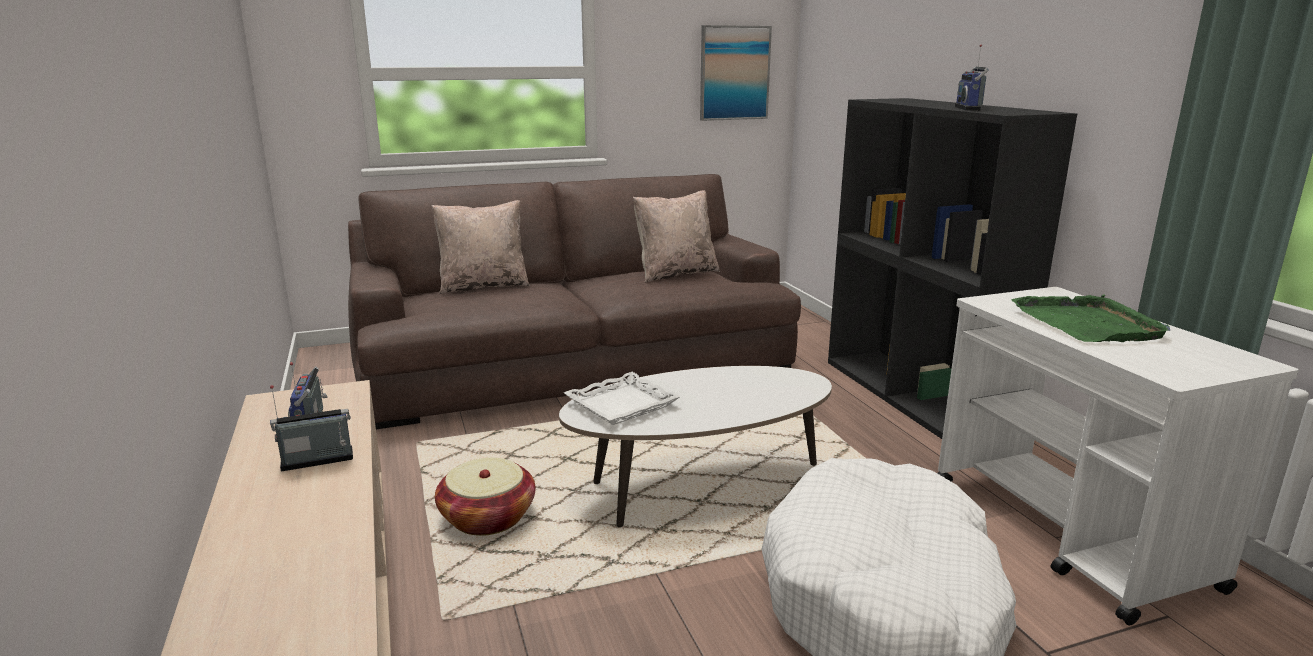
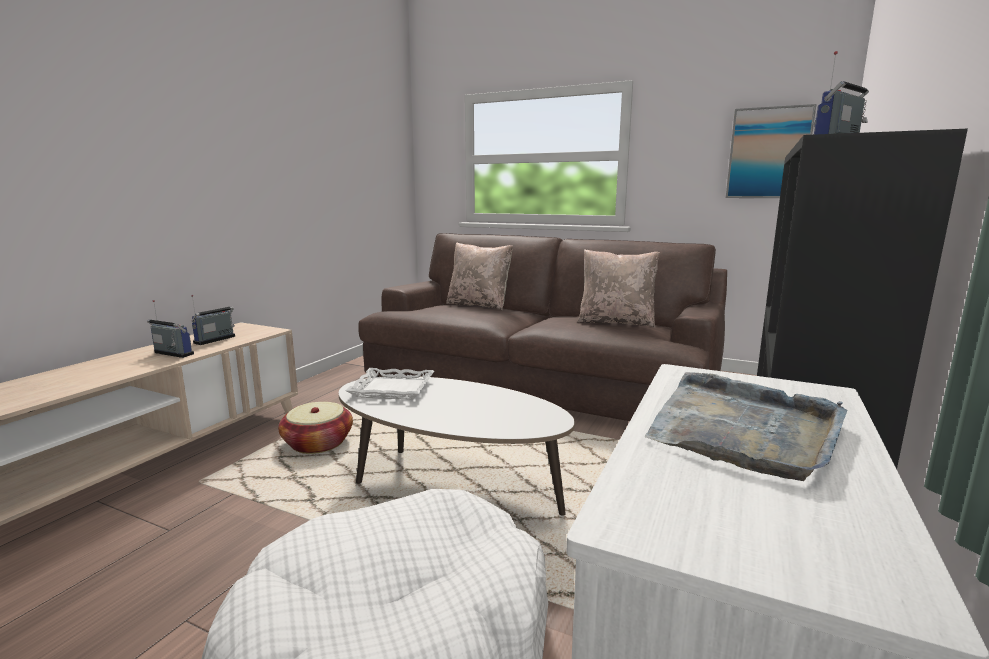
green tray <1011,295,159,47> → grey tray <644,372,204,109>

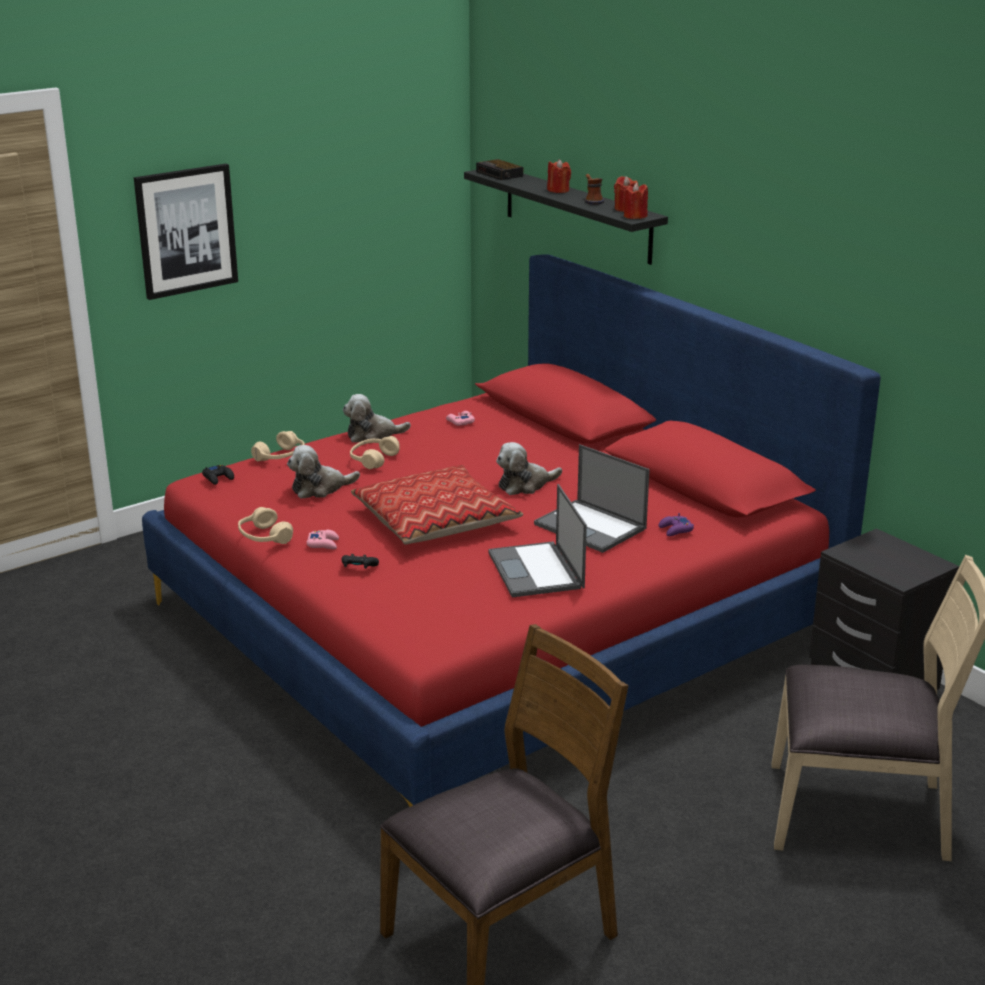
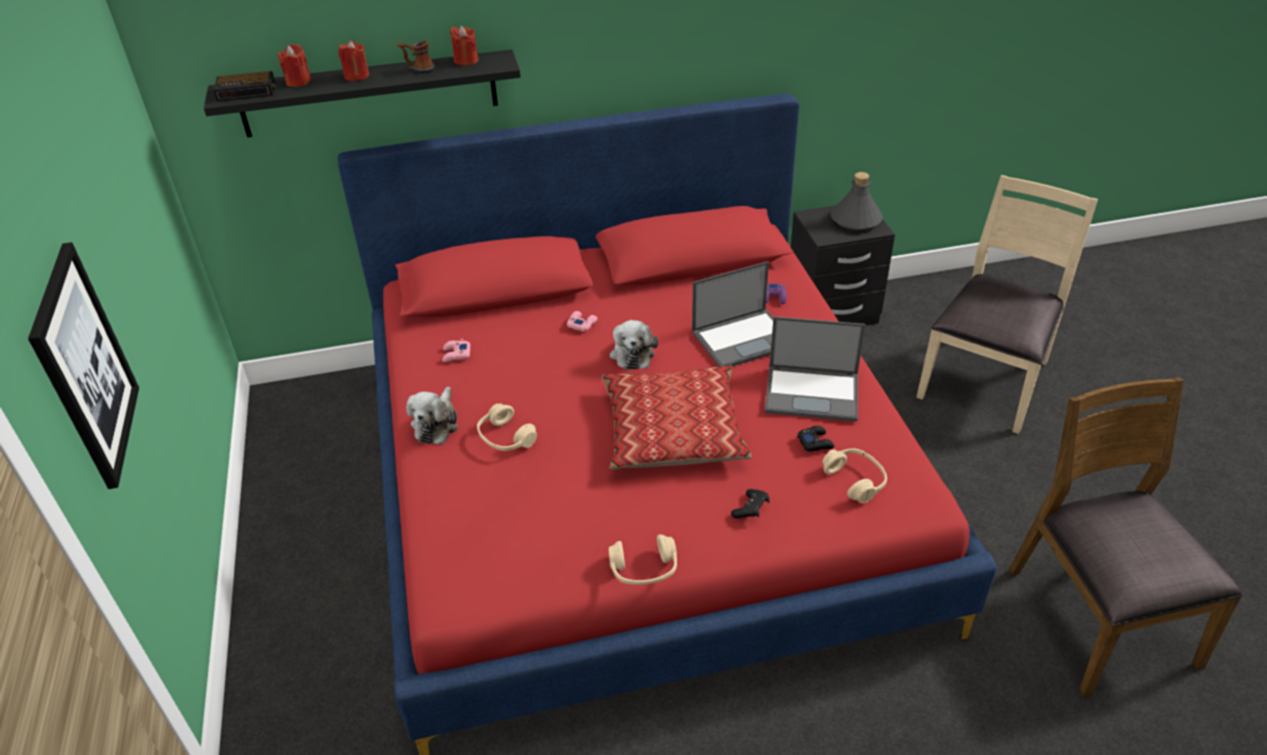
plush toy <287,445,73,54> → -
- → grey bottle <831,172,52,59>
black game controller <202,465,32,20> → black game controller <797,426,37,26>, move
beige headphones <251,431,54,30> → beige headphones <822,448,65,55>, move
pink game controller <307,530,32,19> → pink game controller <567,311,31,20>, move
red candle <623,183,25,36> → red candle <278,44,33,43>, move

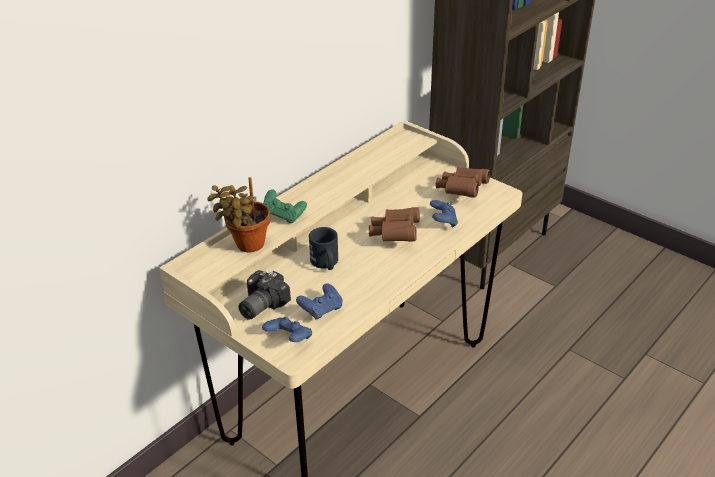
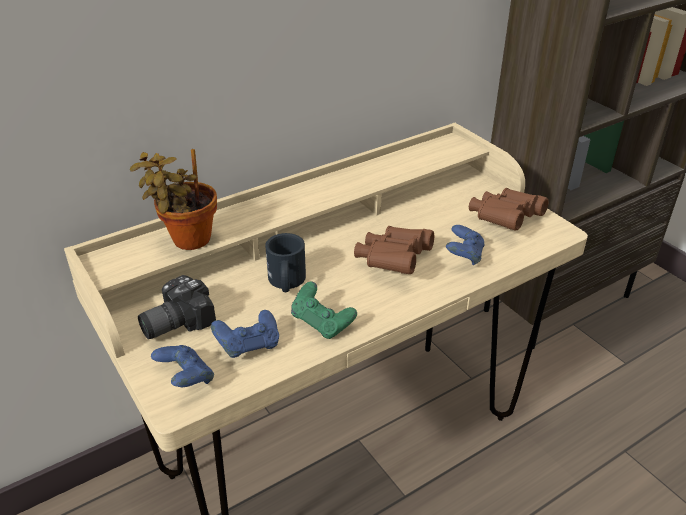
green game controller <263,189,44,34> → green game controller <291,281,66,58>, move

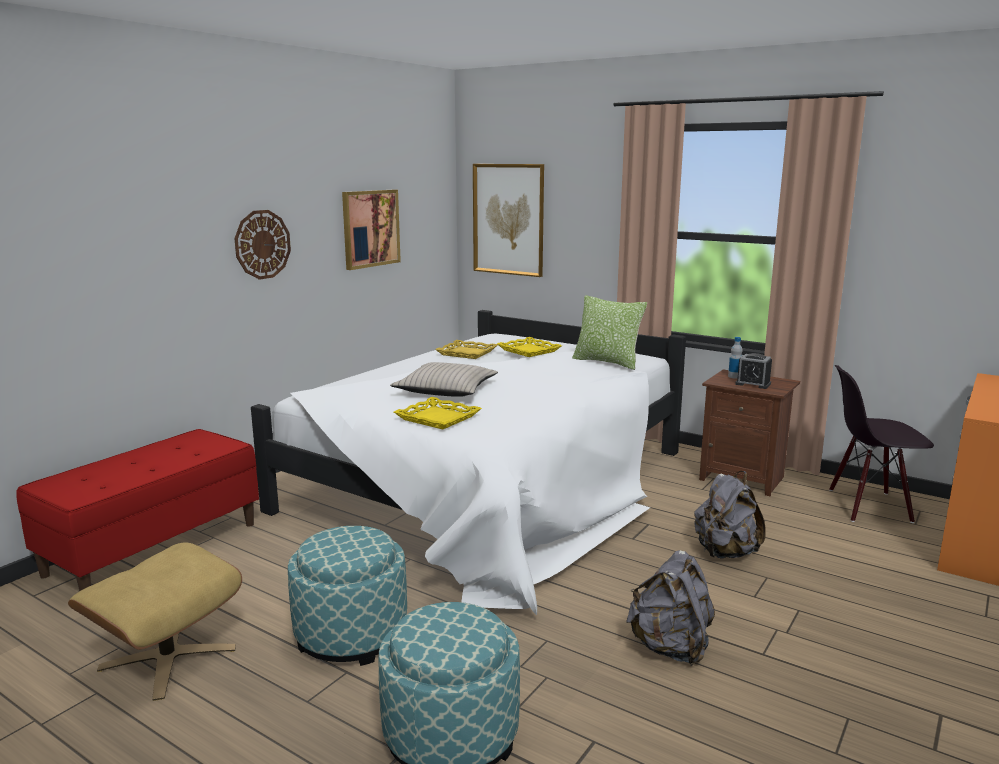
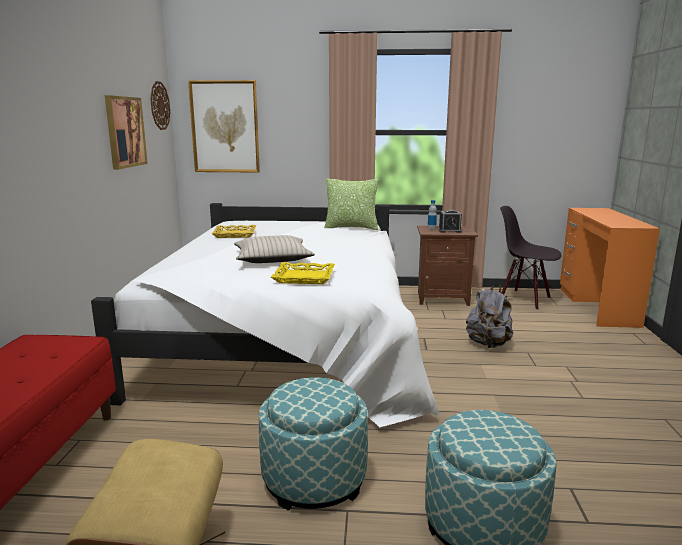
yellow tray <497,337,65,20> → -
grey backpack <626,550,89,116> → -
wall clock <234,210,57,70> → wall clock <150,81,20,49>, move
black chair <829,365,105,158> → black chair <500,206,62,104>, 60 degrees clockwise

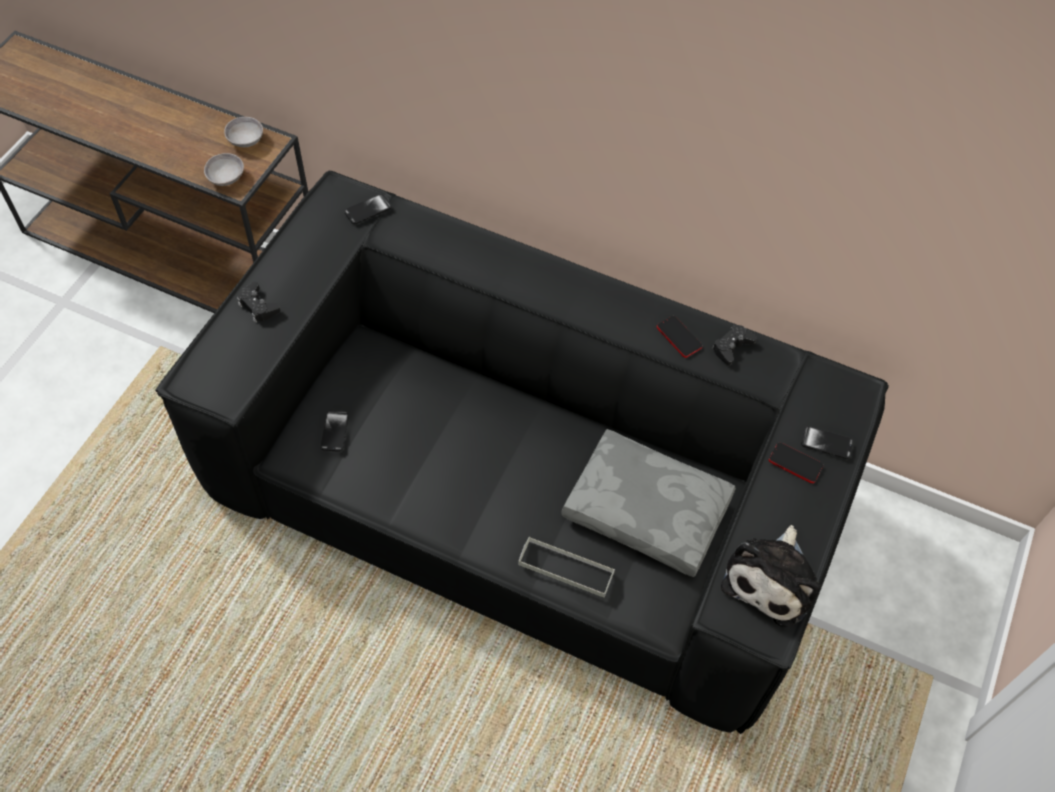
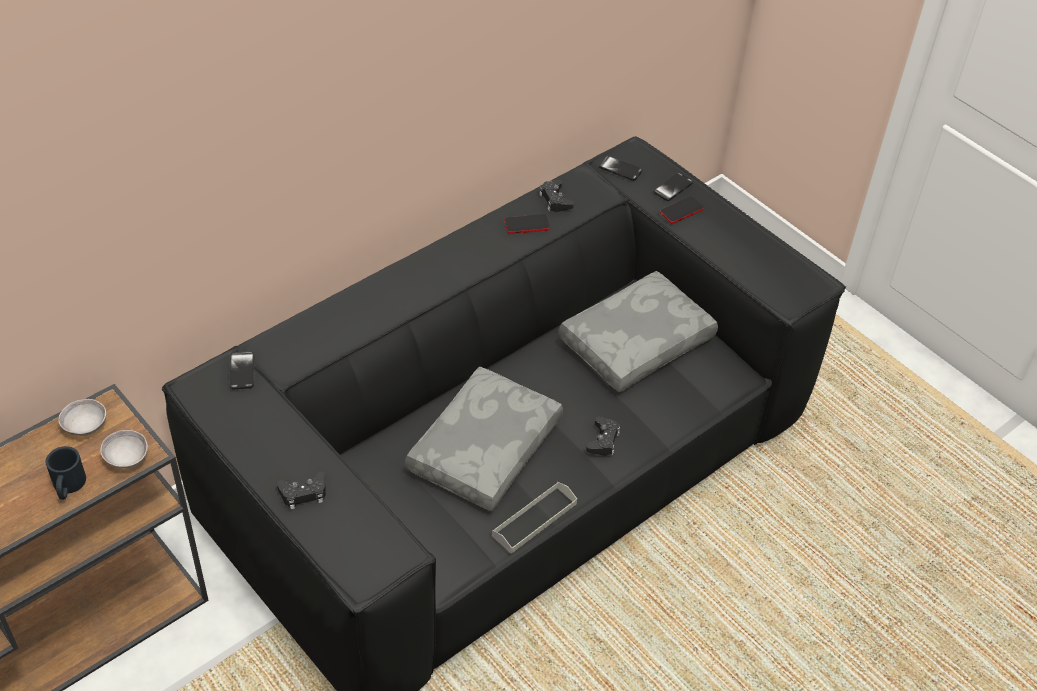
plush toy <721,525,100,102> → -
- → black mug <45,446,41,54>
- → grey pillow <405,366,158,145>
- → black game controller <586,417,34,39>
phone <320,410,29,42> → phone <599,156,43,25>, move
grey tray <518,537,97,60> → grey tray <492,482,85,72>, move

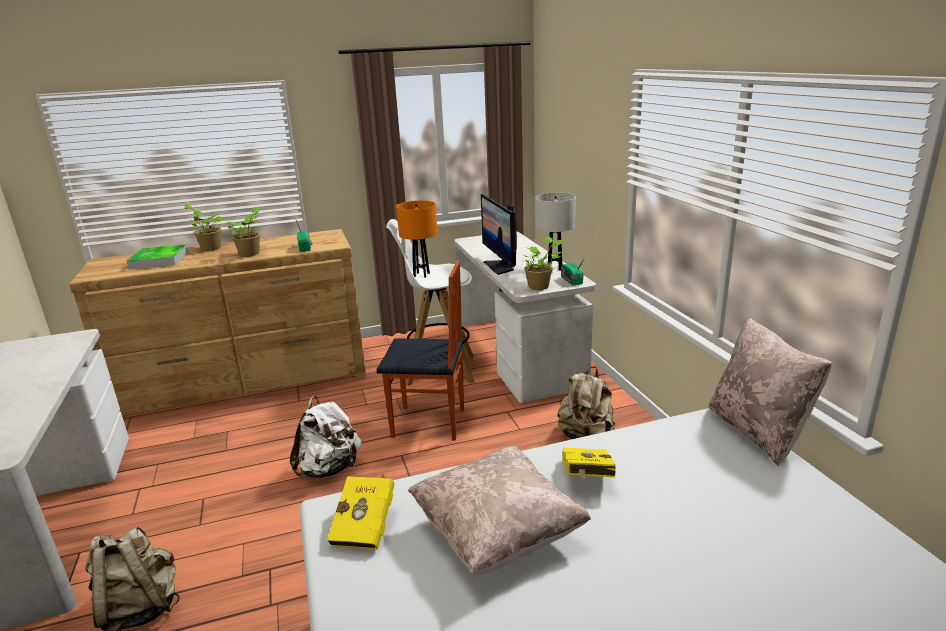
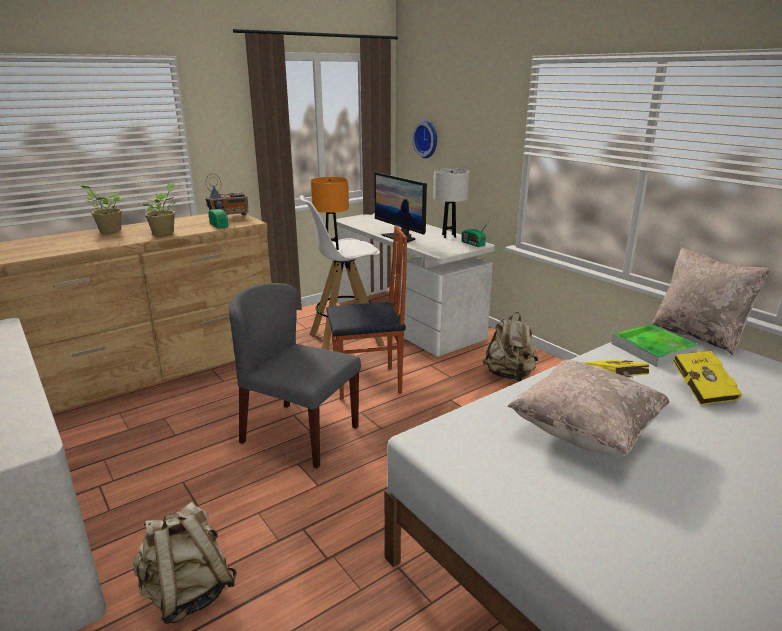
potted plant <522,236,41,54> → -
- → radio <206,173,42,43>
- → wall clock <412,120,25,38>
tray <127,245,61,24> → tray <611,324,88,43>, move
yellow book <327,474,68,76> → yellow book <673,351,69,54>, move
white backpack <290,396,72,82> → grey chair <229,283,132,186>

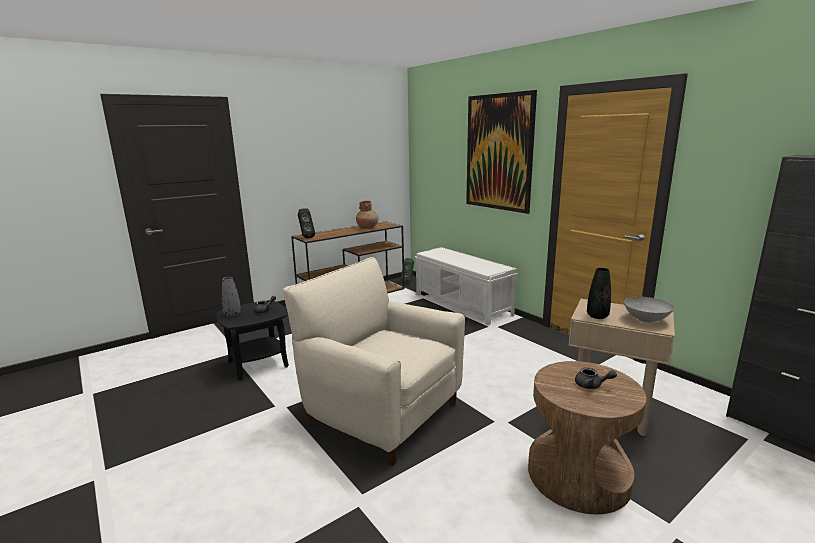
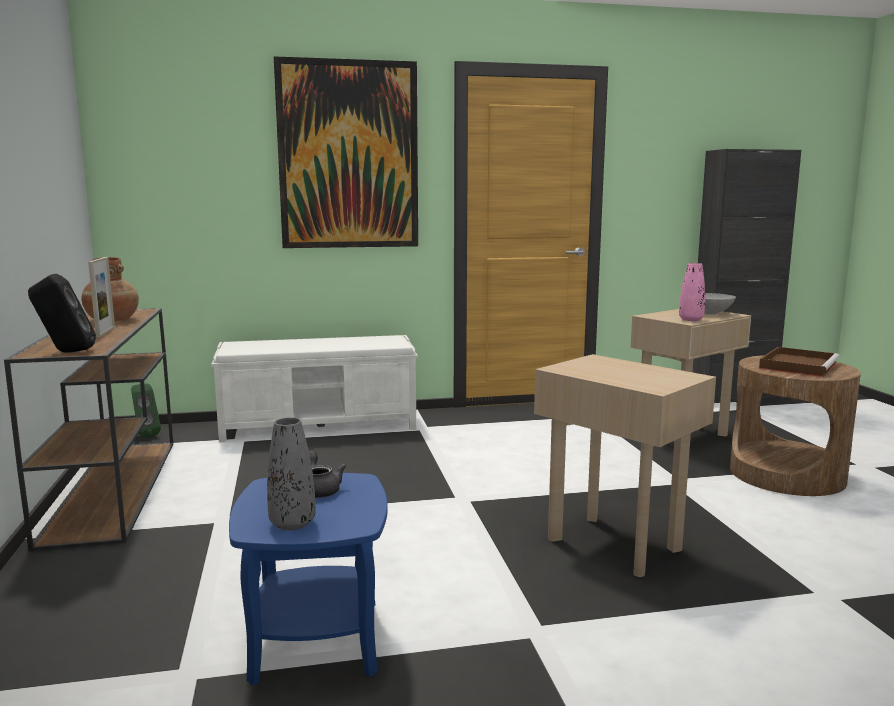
- → picture frame <88,257,27,80>
beige armchair <283,257,182,209> → beige side table <534,354,182,223>
grey teapot <575,367,42,22> → brown tray <759,347,81,30>
black side table <217,300,72,81> → blue side table <229,473,159,212>
black vase <587,268,24,51> → pink vase <679,263,26,58>

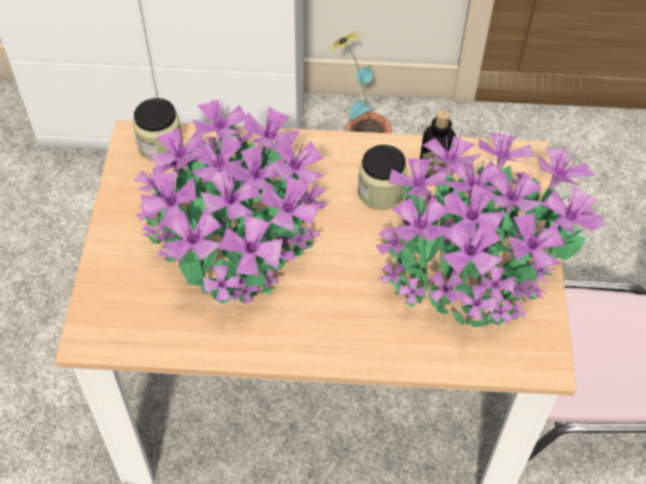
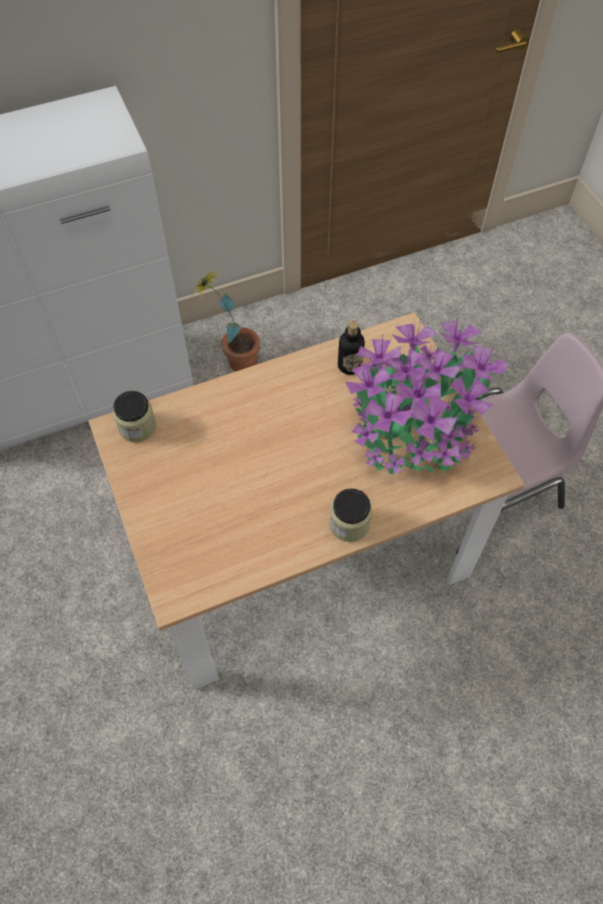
potted plant <134,99,194,205> → -
jar <358,145,49,65> → jar <330,488,42,54>, move

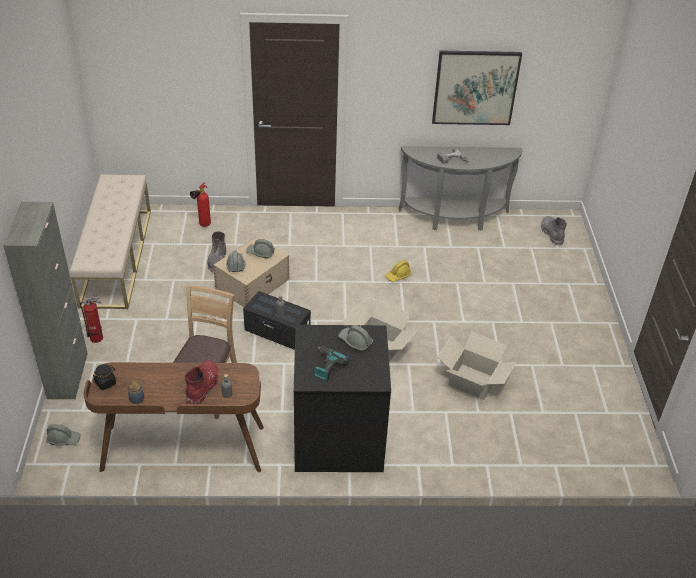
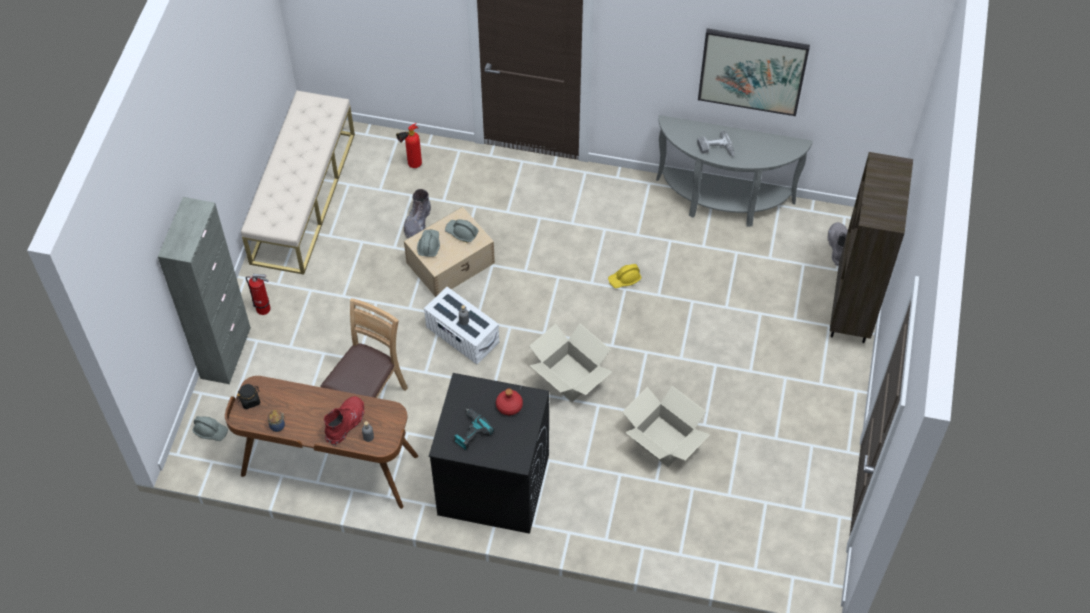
- → brown bookcase <830,152,83,191>
grey hard hat <338,325,35,26> → red bottle <496,389,27,26>
black storage box <243,291,68,59> → white storage box <424,287,75,77>

